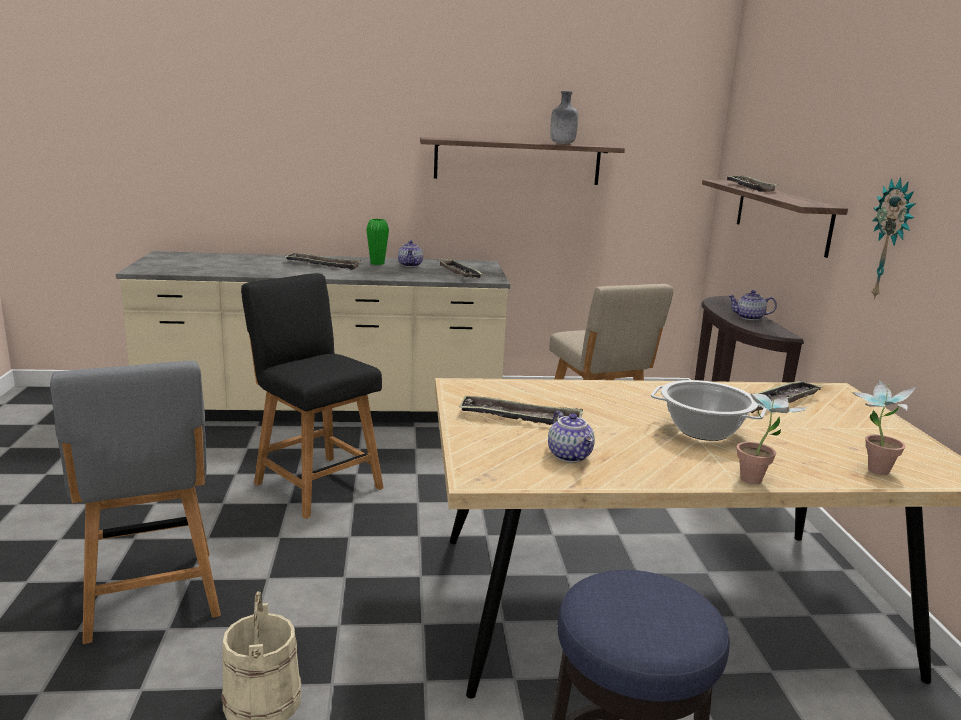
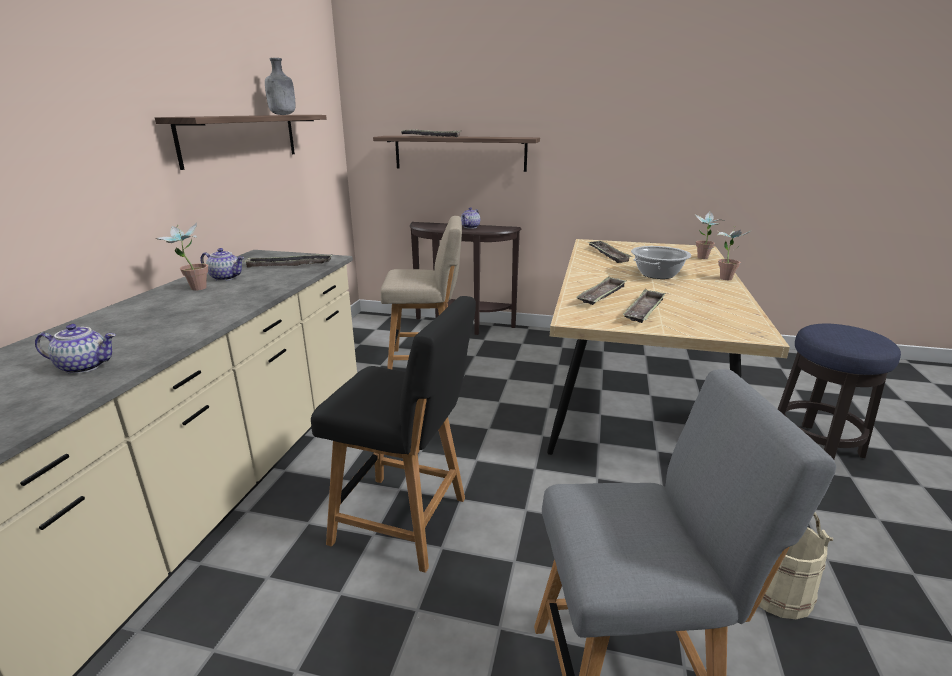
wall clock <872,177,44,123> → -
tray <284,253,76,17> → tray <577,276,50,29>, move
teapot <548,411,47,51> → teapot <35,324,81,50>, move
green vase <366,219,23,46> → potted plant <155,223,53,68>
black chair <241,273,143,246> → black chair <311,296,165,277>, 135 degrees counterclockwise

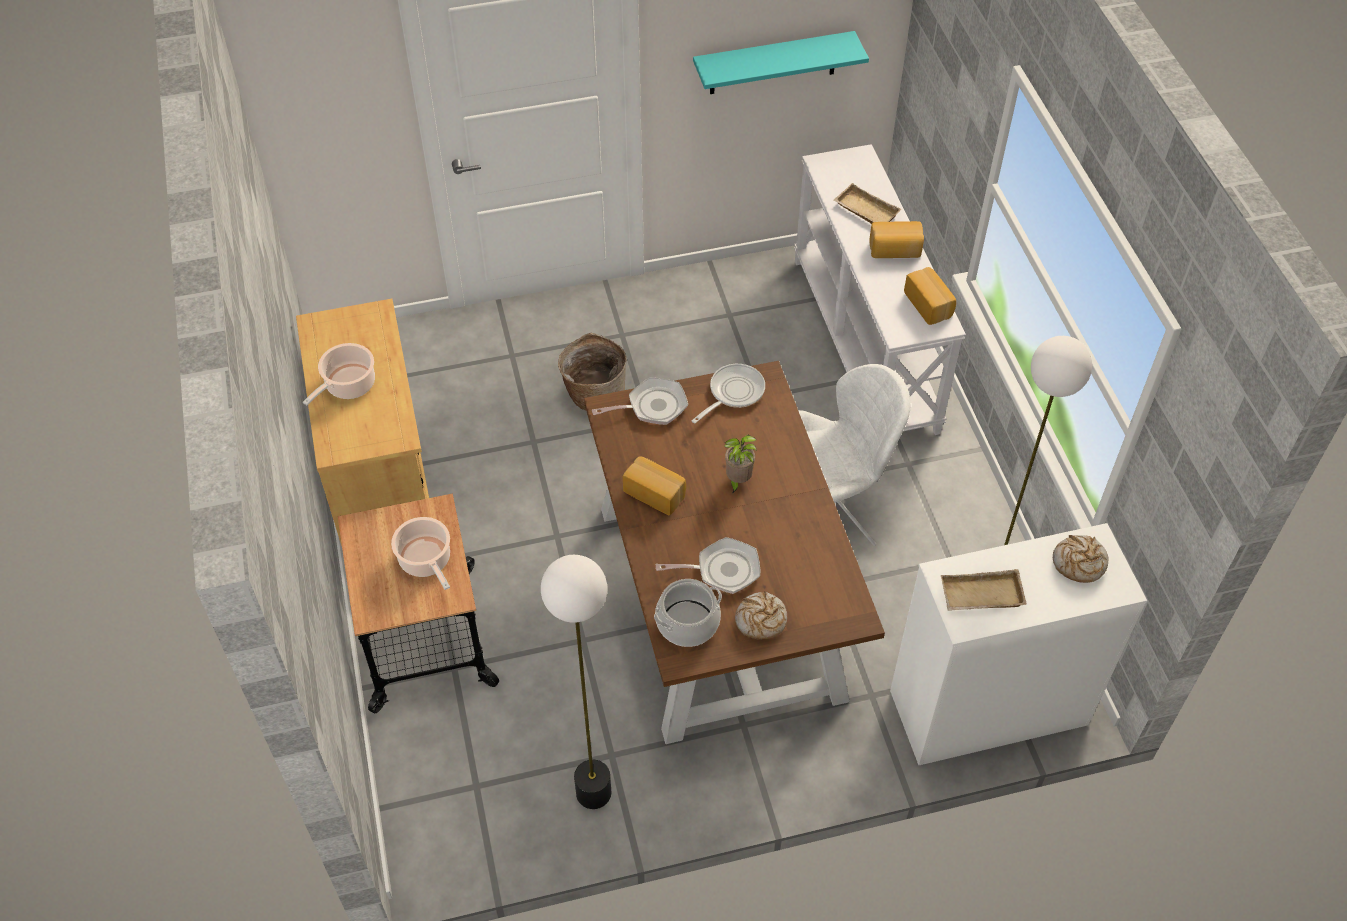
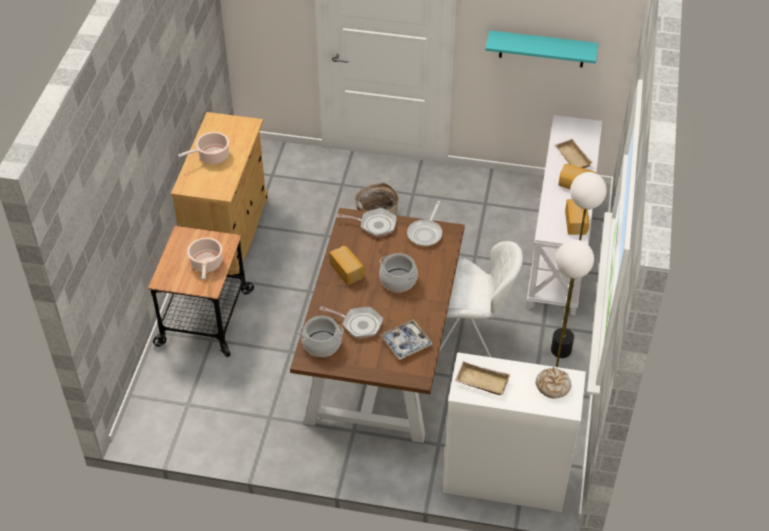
bread <735,591,52,49> → -
- → tray <381,319,51,41>
floor lamp <541,555,70,254> → floor lamp <551,172,56,186>, move
potted plant <724,435,33,59> → cooking pot <379,253,39,39>
frying pan <692,364,73,59> → frying pan <407,201,35,45>, 135 degrees clockwise

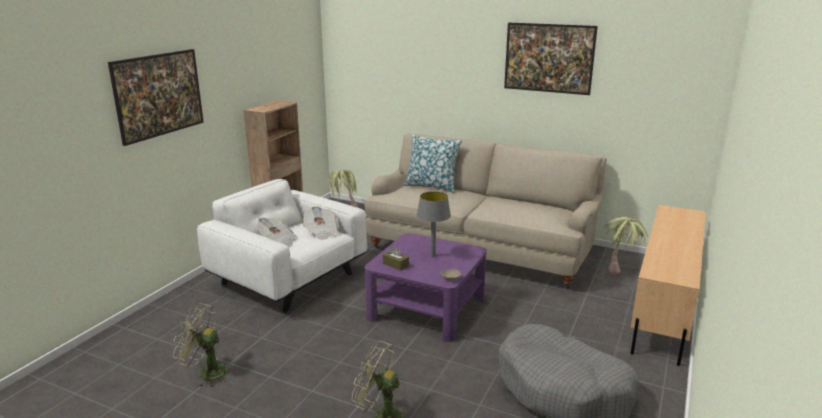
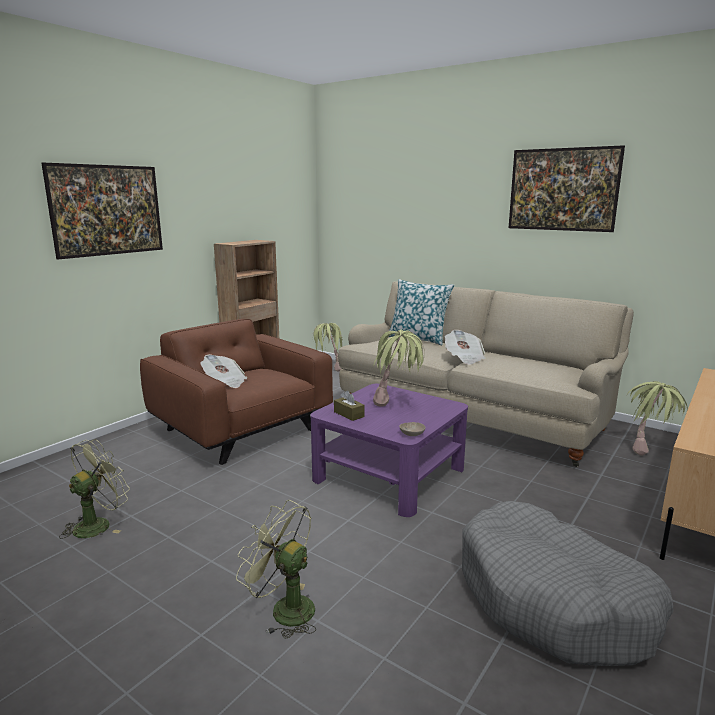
newspaper <303,206,36,34> → newspaper <445,330,41,35>, move
grey table lamp <417,192,34,65> → potted plant <373,329,52,78>
white armchair <197,179,170,134> → brown armchair <140,319,193,146>
green fan <173,303,58,84> → green fan <59,439,71,100>, 105 degrees clockwise

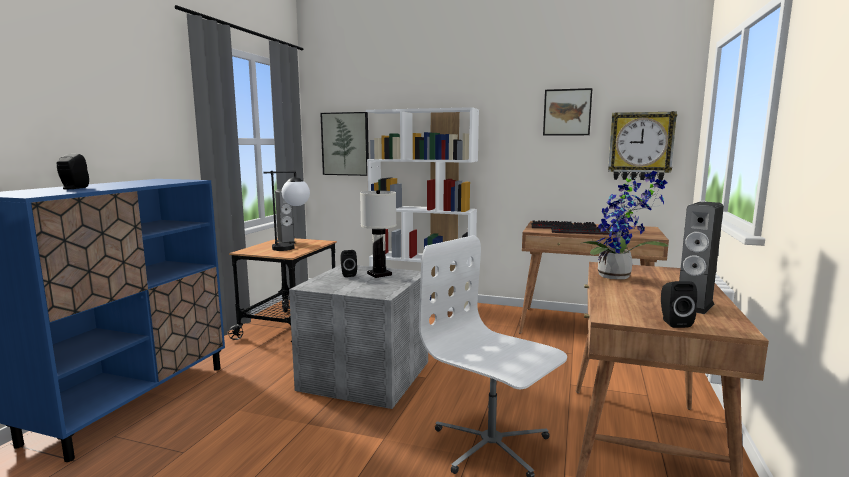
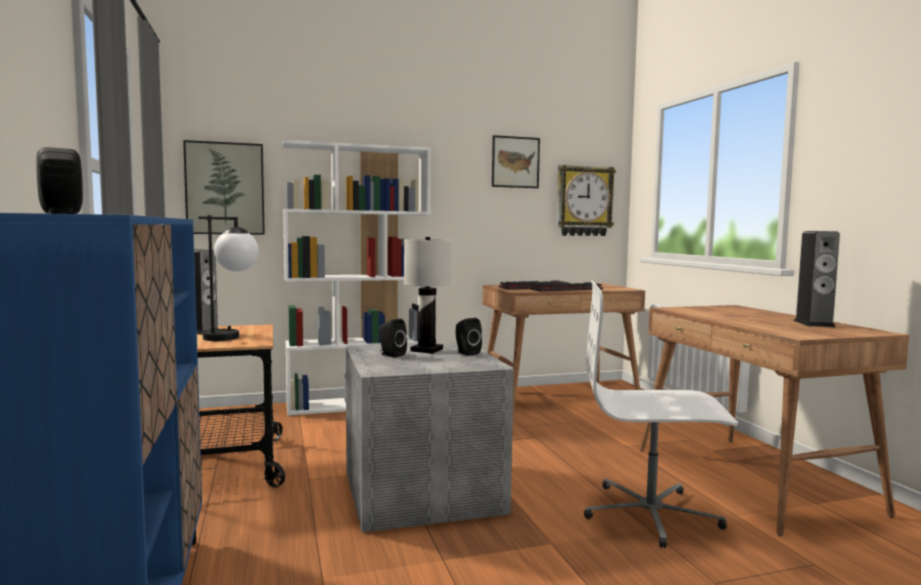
potted plant <583,171,86,108> → -
black speaker <661,281,36,47> → black speaker <456,318,26,38>, move

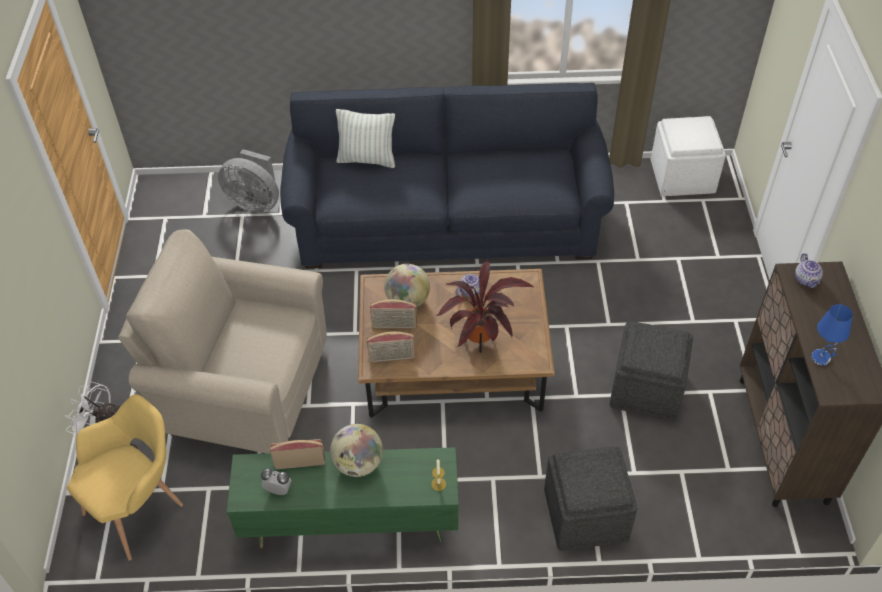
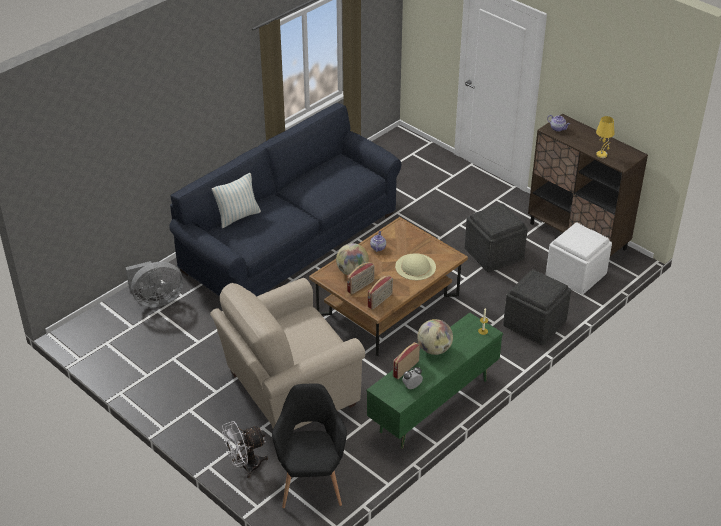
white ottoman <651,116,75,80> → white ottoman <546,222,66,72>, move
potted plant <436,260,99,93> → beige hat <395,253,41,27>
yellow armchair <67,394,116,167> → black armchair <272,383,75,125>
blue table lamp <811,304,42,62> → yellow table lamp <596,116,19,42>

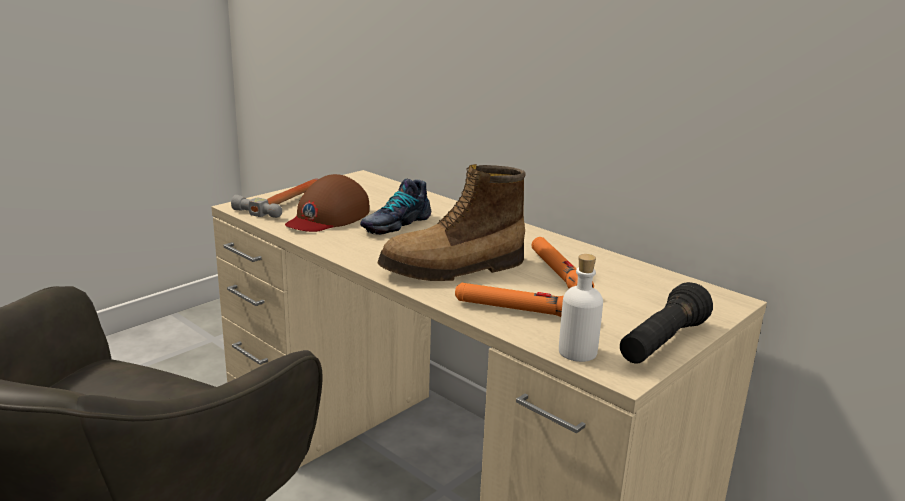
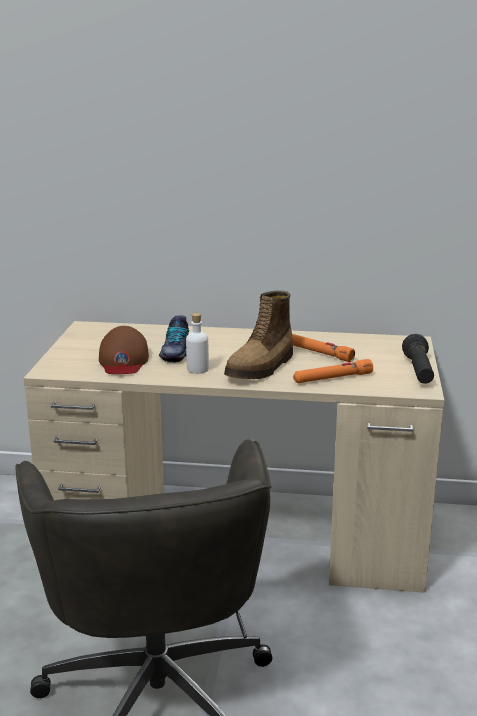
hammer <231,179,87,39> → -
white bottle <559,254,44,108> → white bottle <186,313,23,61>, move

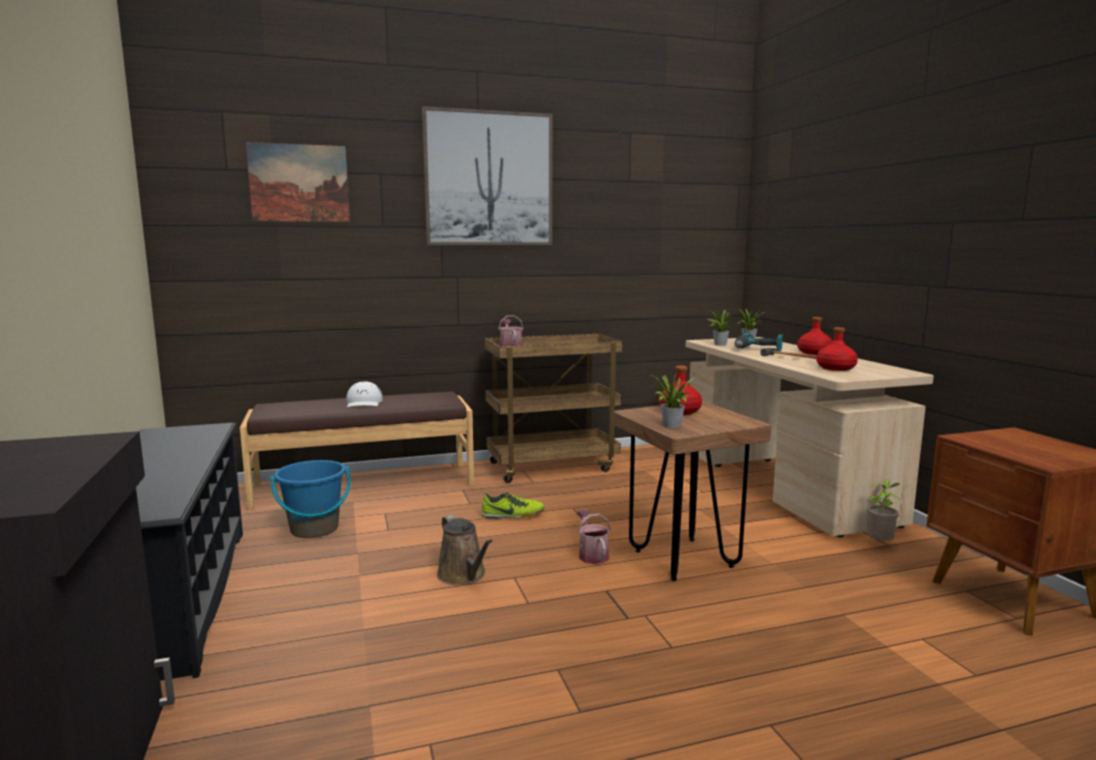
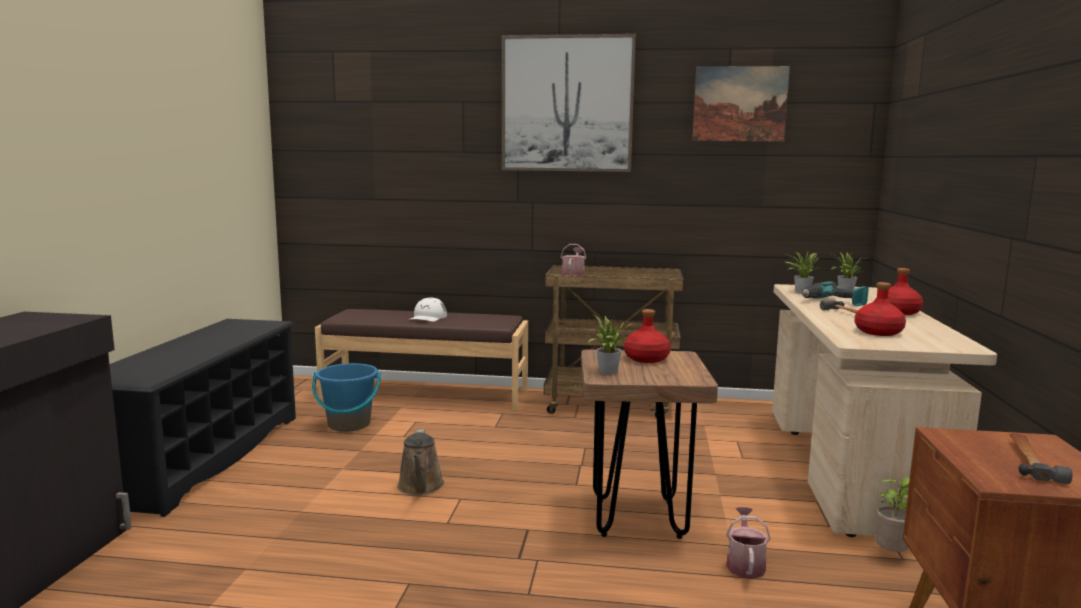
shoe <482,492,63,27> → -
- → hammer <1010,433,62,51>
picture <246,142,104,80> → picture <693,66,97,75>, move
watering can <576,510,35,54> → watering can <726,507,44,72>, move

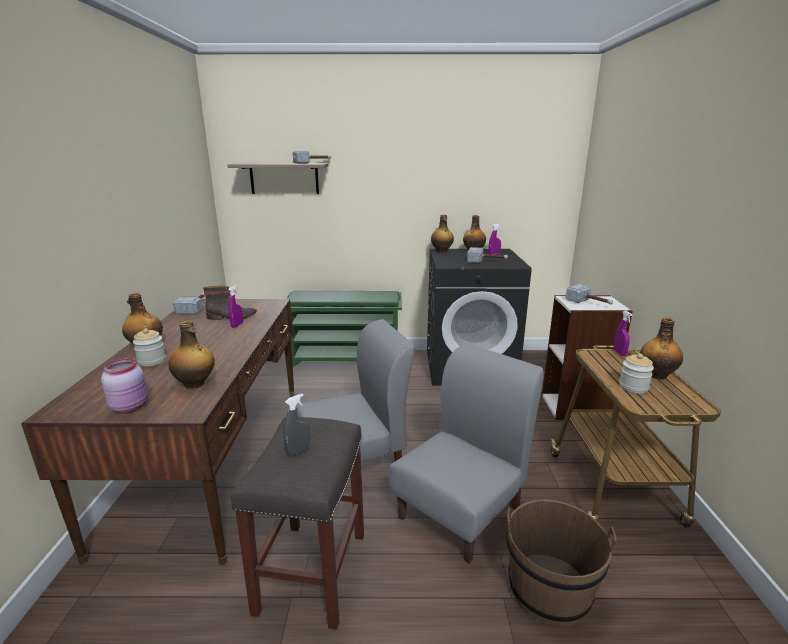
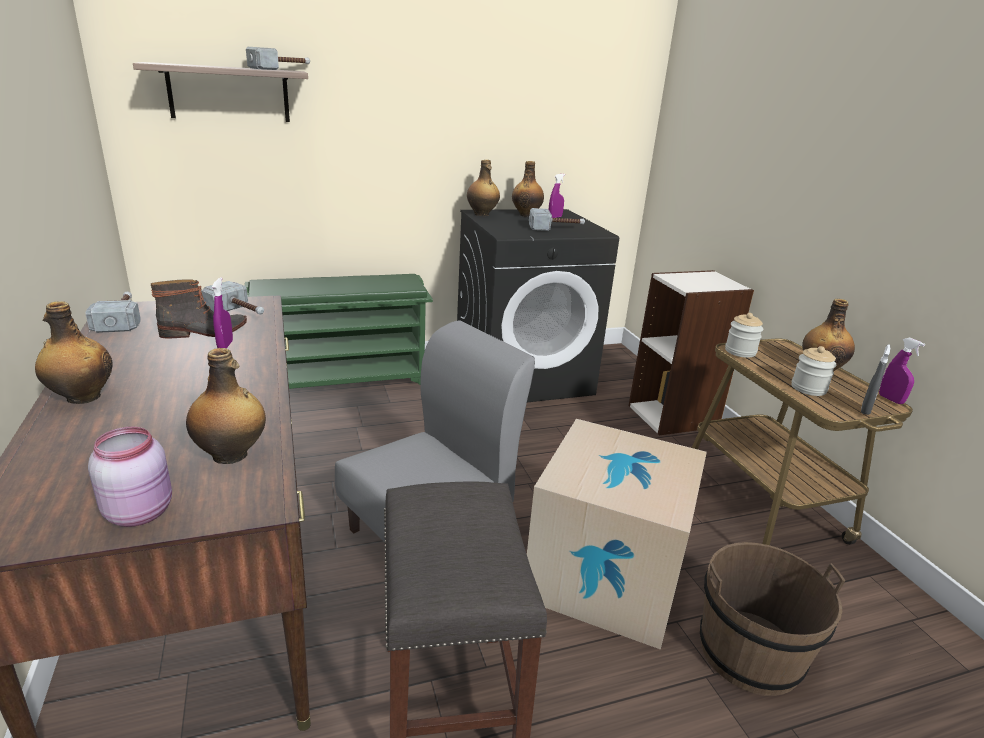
jar <133,328,33,38> → jar <725,313,38,45>, move
grey spray bottle <283,393,27,63> → grey spray bottle <861,344,29,71>, move
hammer <566,284,47,20> → hammer <201,281,63,34>, move
purple spray bottle <613,311,19,45> → purple spray bottle <879,338,46,66>, move
grey chair <389,343,154,220> → cardboard box <527,419,180,231>

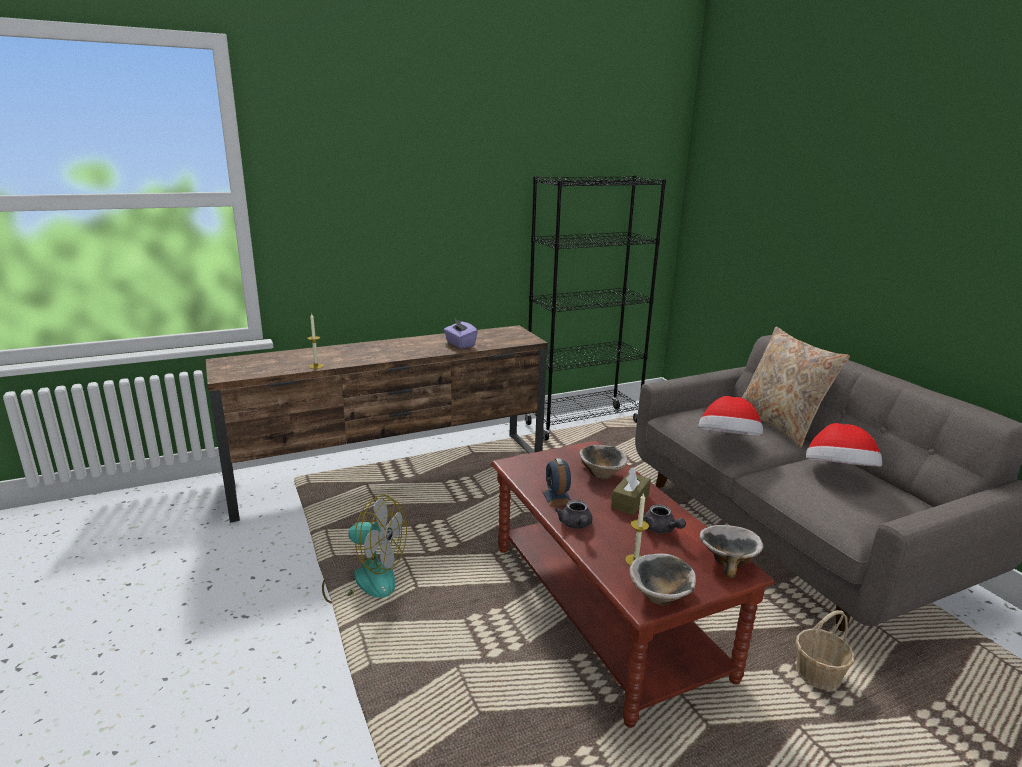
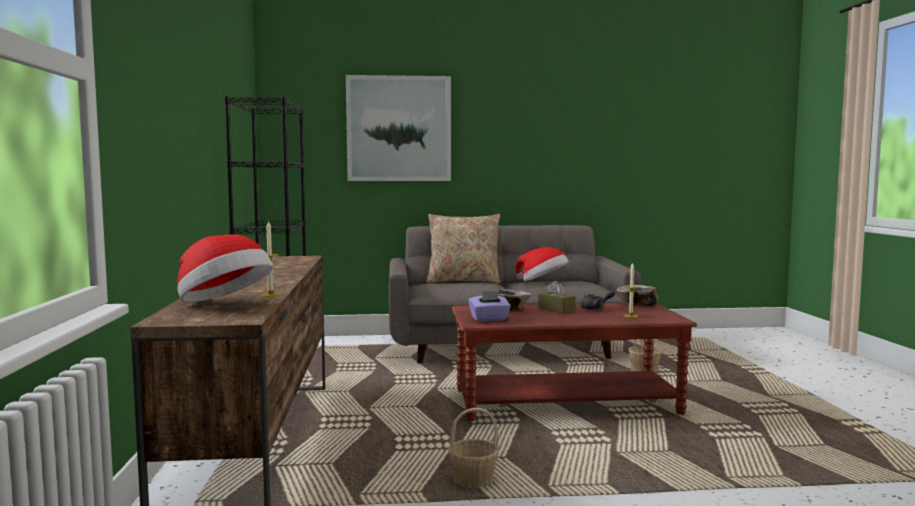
alarm clock <542,458,29,48> → -
grey teapot <555,500,38,29> → -
bowl <630,553,66,53> → -
- → picture <346,75,105,106>
purple tissue box <444,318,34,31> → purple tissue box <468,291,43,31>, move
hat <698,396,65,40> → hat <177,234,96,68>, move
fan <322,495,85,108> → basket <448,408,51,80>

